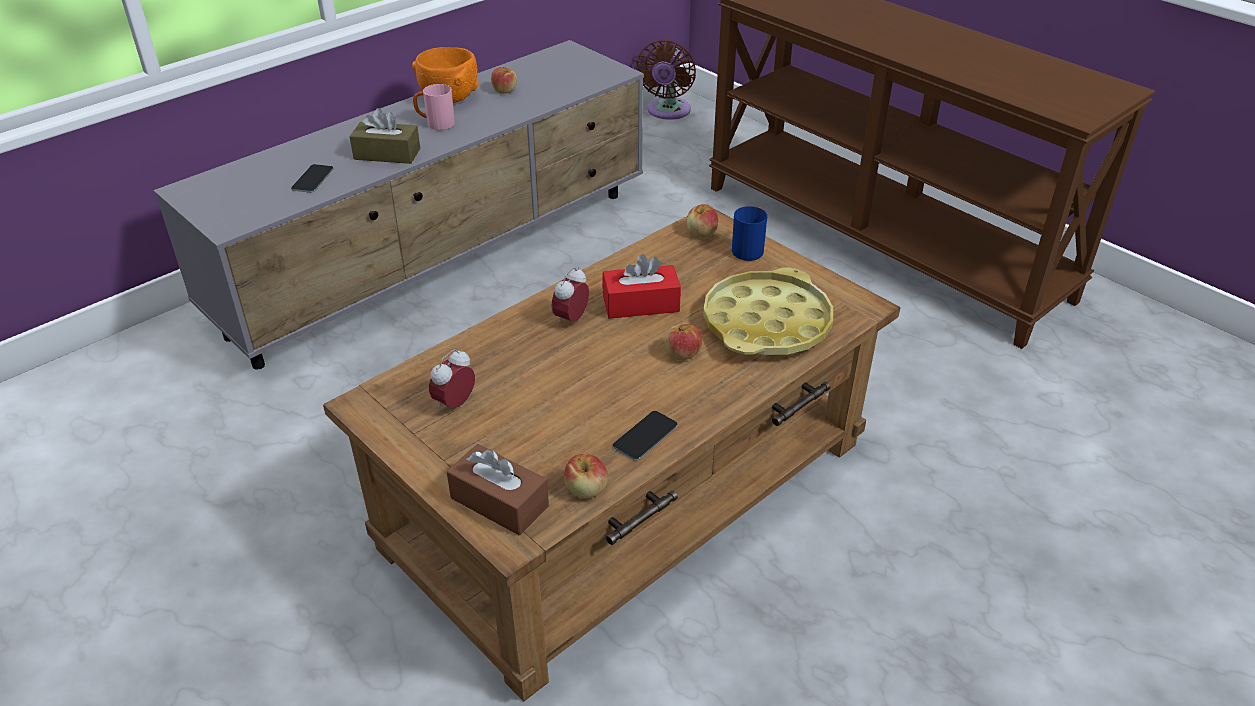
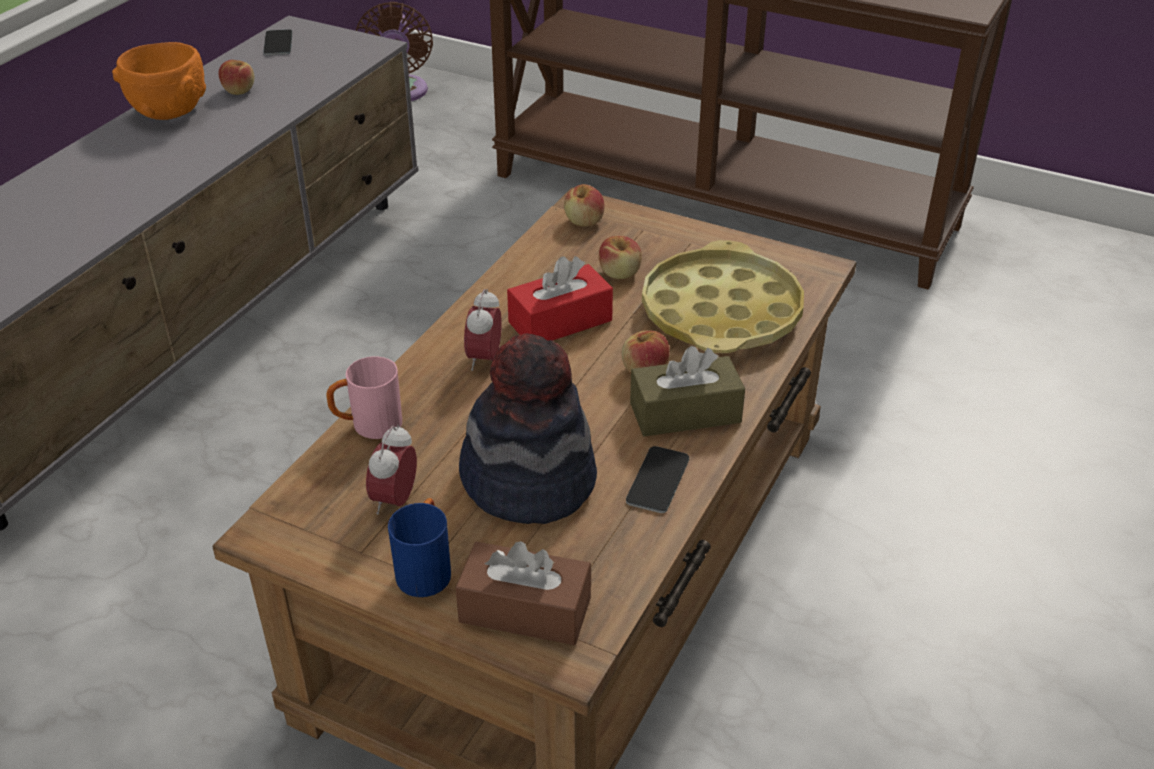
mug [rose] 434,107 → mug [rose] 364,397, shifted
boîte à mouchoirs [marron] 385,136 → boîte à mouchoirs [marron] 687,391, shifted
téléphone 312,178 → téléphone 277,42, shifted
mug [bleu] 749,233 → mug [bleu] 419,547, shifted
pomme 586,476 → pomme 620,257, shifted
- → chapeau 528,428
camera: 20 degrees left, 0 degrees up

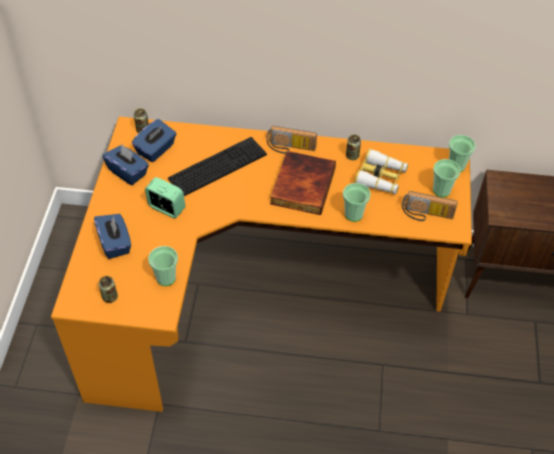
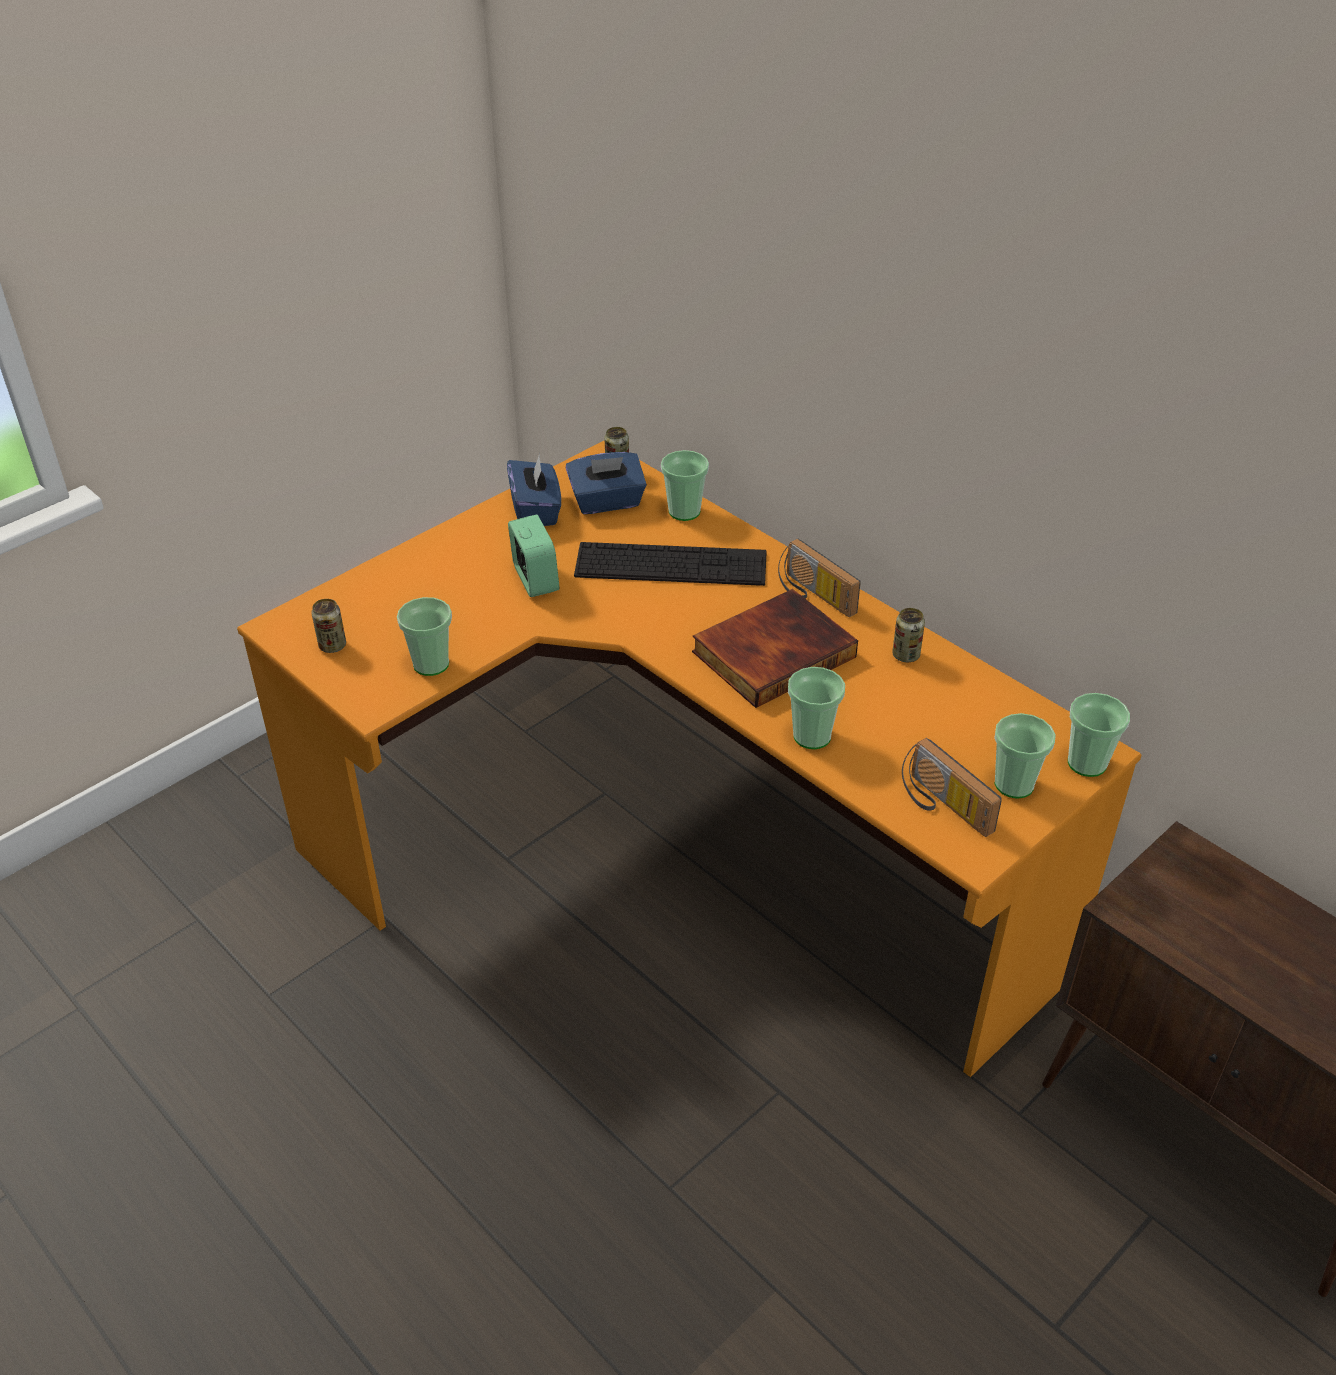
jumelles 381,171 → -
boîte à mouchoirs [bleu] 112,236 → -
- → tasse 685,485
camera: 40 degrees right, 10 degrees down

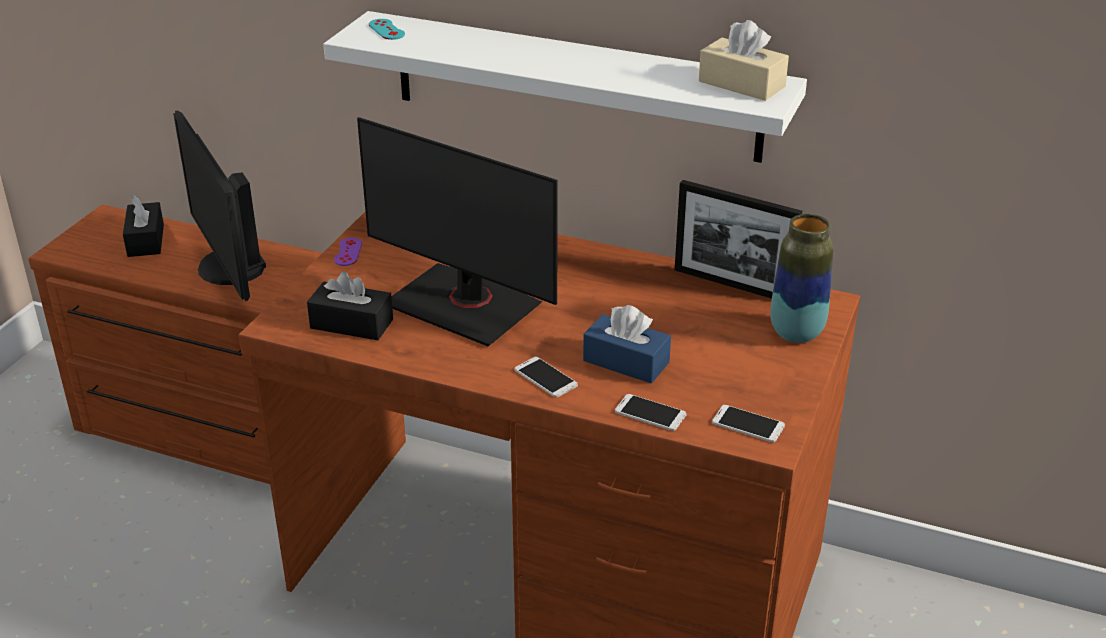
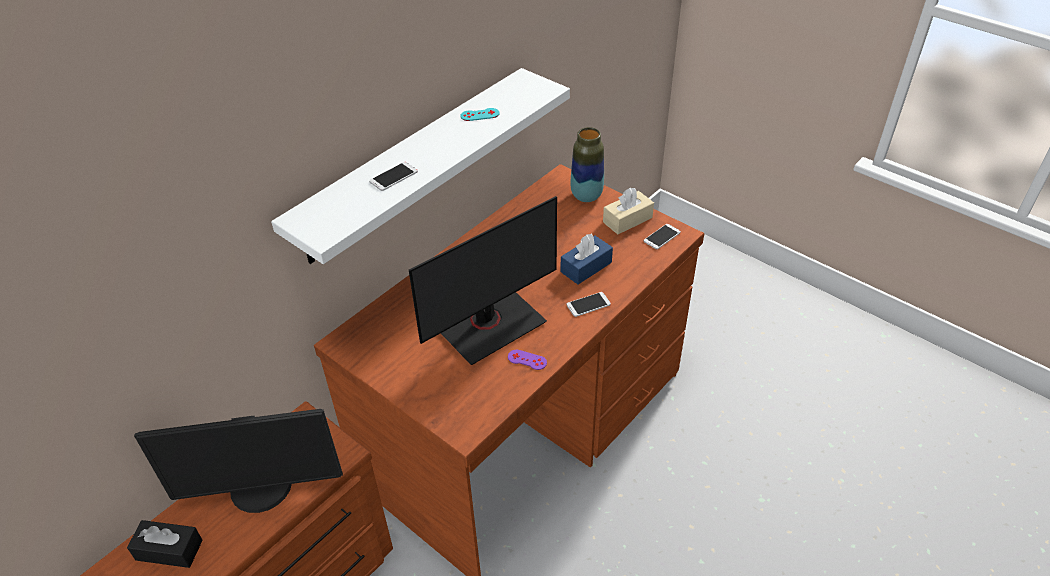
manette [turquoise] 387,29 → manette [turquoise] 480,114, shifted
boîte à mouchoirs [beige] 744,60 → boîte à mouchoirs [beige] 628,211, shifted
cadre photo 738,239 → -
manette [violet] 348,252 → manette [violet] 527,360, shifted
boîte à mouchoirs [noir] 350,306 → -
téléphone 651,412 → téléphone 393,176, shifted
camera: 70 degrees left, 10 degrees up

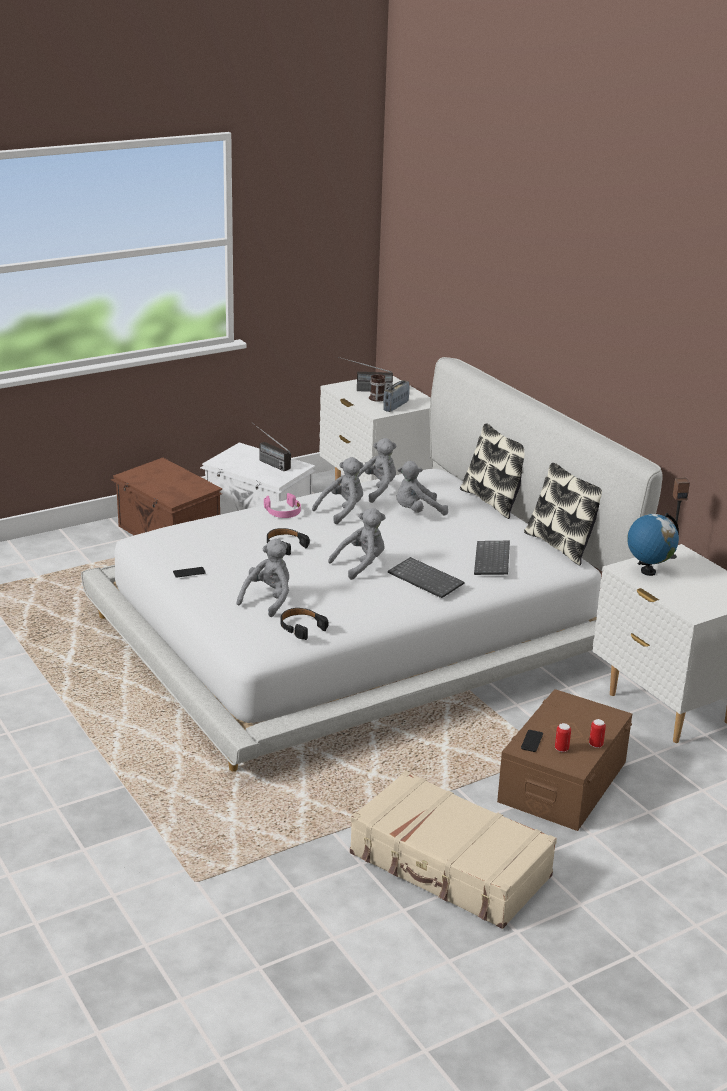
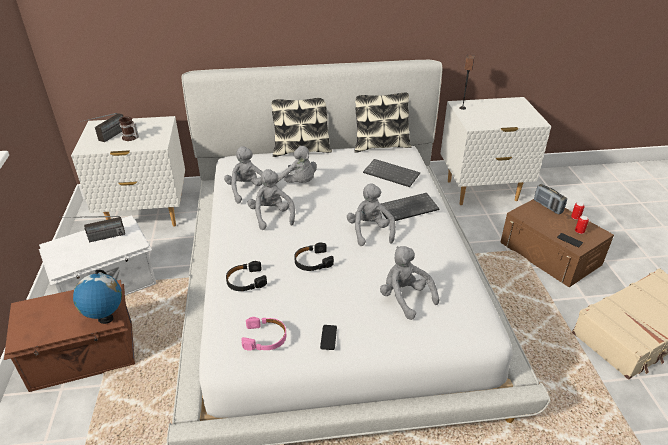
radio 396,396 → radio 550,199, shifted
peluche [gris] 422,488 → peluche [gris] 296,165, 60 degrees counterclockwise
casque audio [rose] 282,505 → casque audio [rose] 263,334, shifted
globe 653,544 → globe 97,297, shifted
casque audio [noir] 305,624 → casque audio [noir] 246,276, shifted
camera: 65 degrees left, 10 degrees up

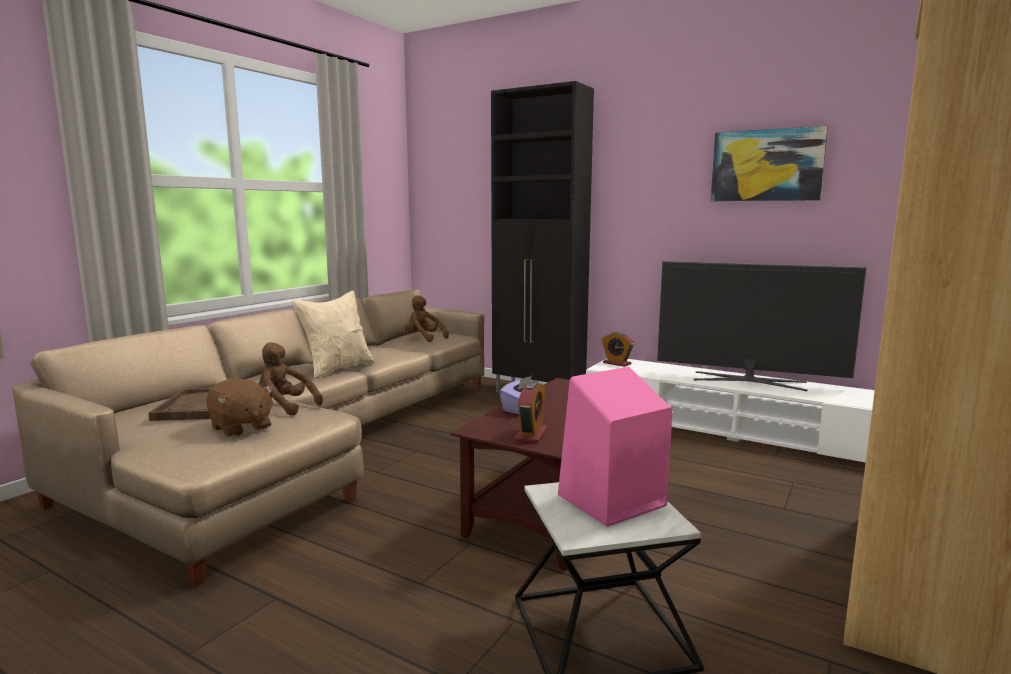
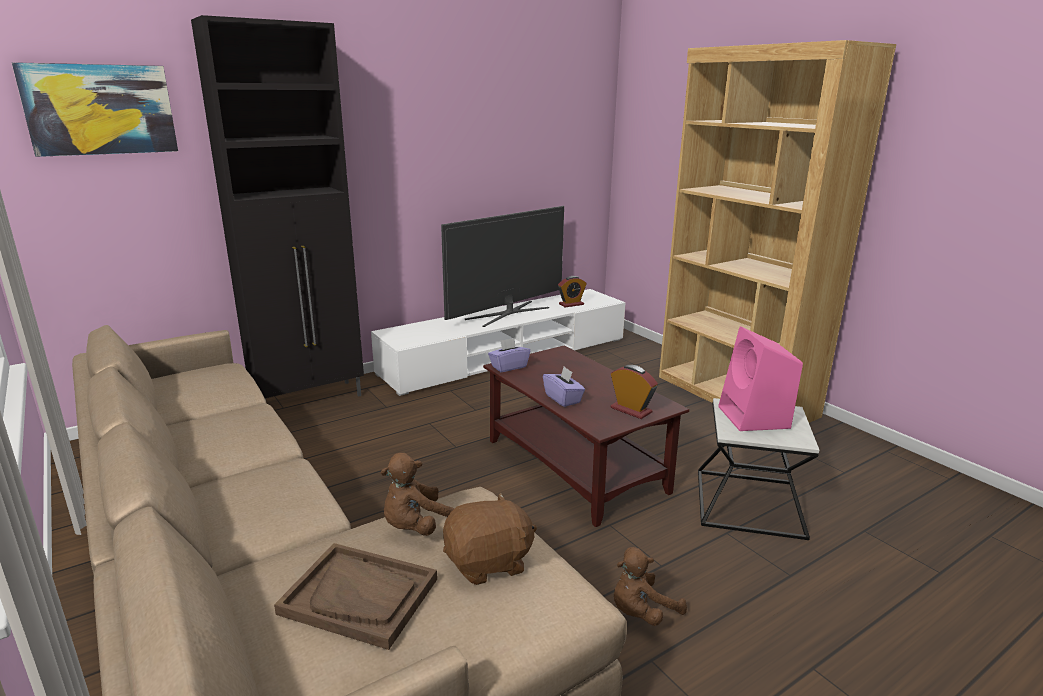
tableau 769,163 → tableau 95,109, shifted
coussin [beige] 333,335 → -
peluche [marron] 427,318 → peluche [marron] 650,586, shifted
réveil 618,349 → réveil 572,291, shifted
- → boîte à mouchoirs [violet] 509,355
camera: 65 degrees left, 10 degrees up

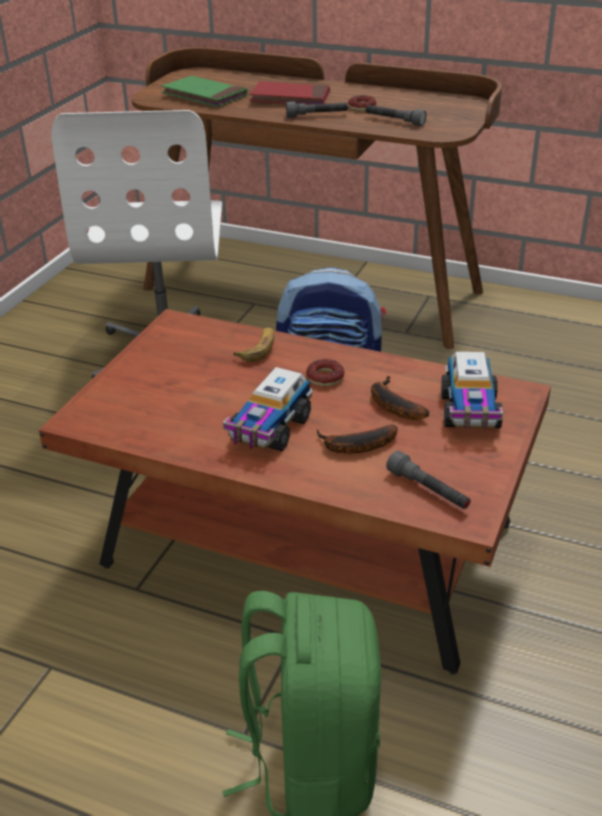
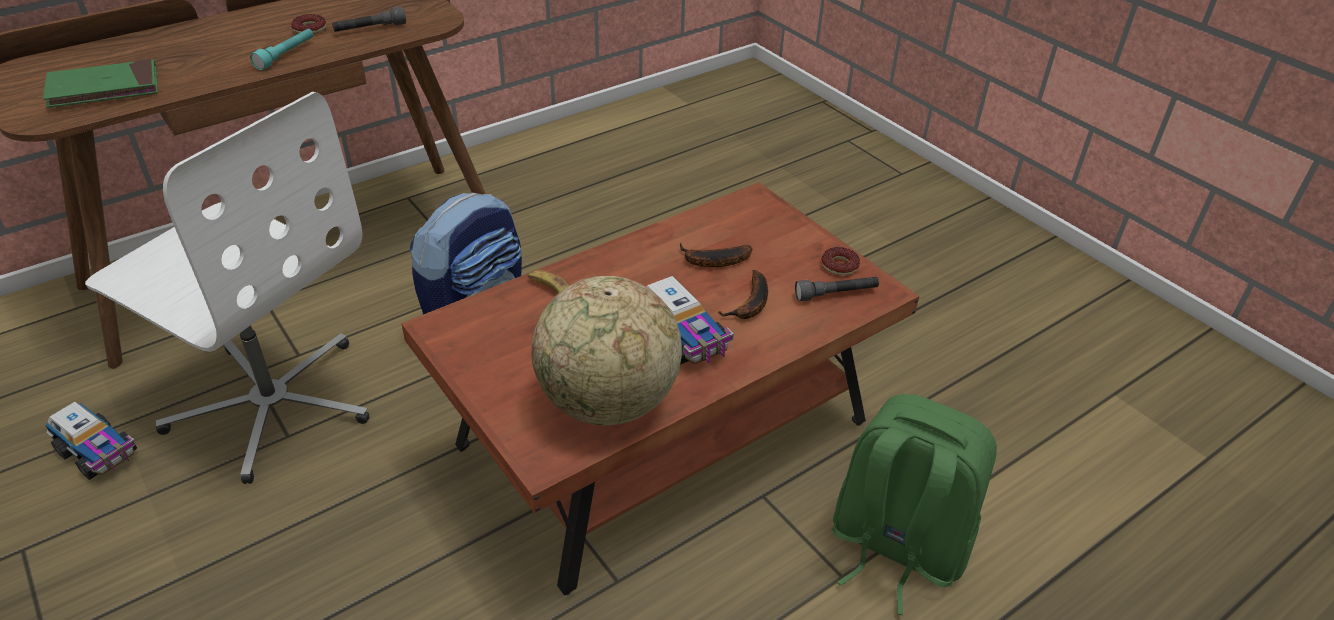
livre [rouge] 290,93 → -
lampe de poche [gris] 317,109 → lampe de poche [turquoise] 281,49
camion jouet 472,391 → camion jouet 91,441, shifted
beignet 325,372 → beignet 840,261, shifted
- → globe 606,350
camera: 60 degrees left, 5 degrees up

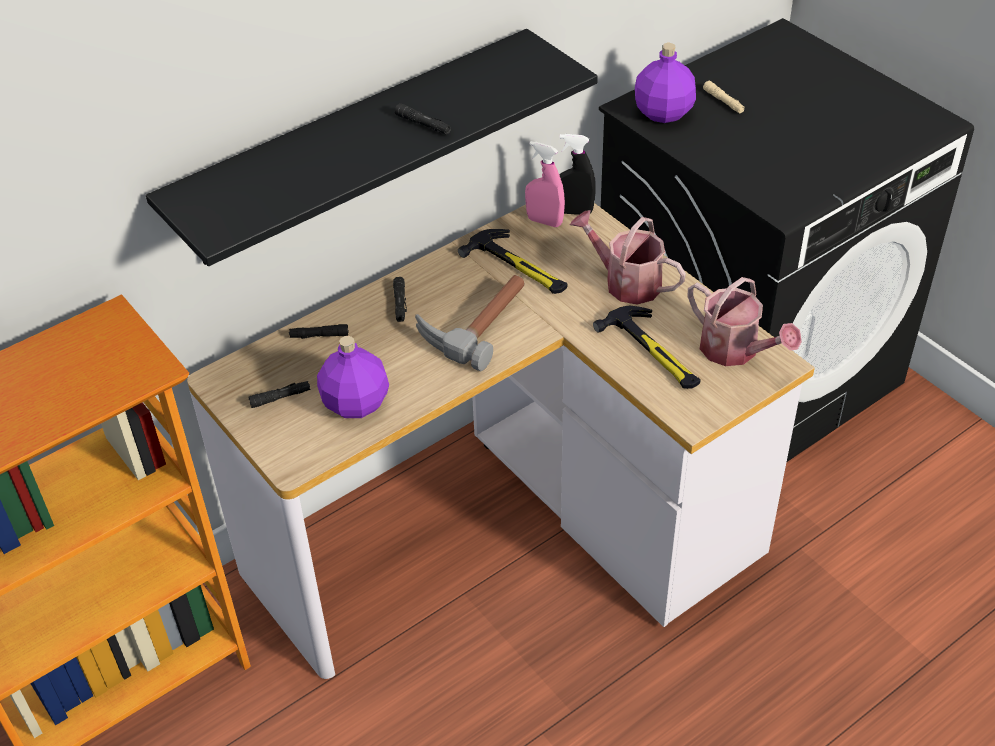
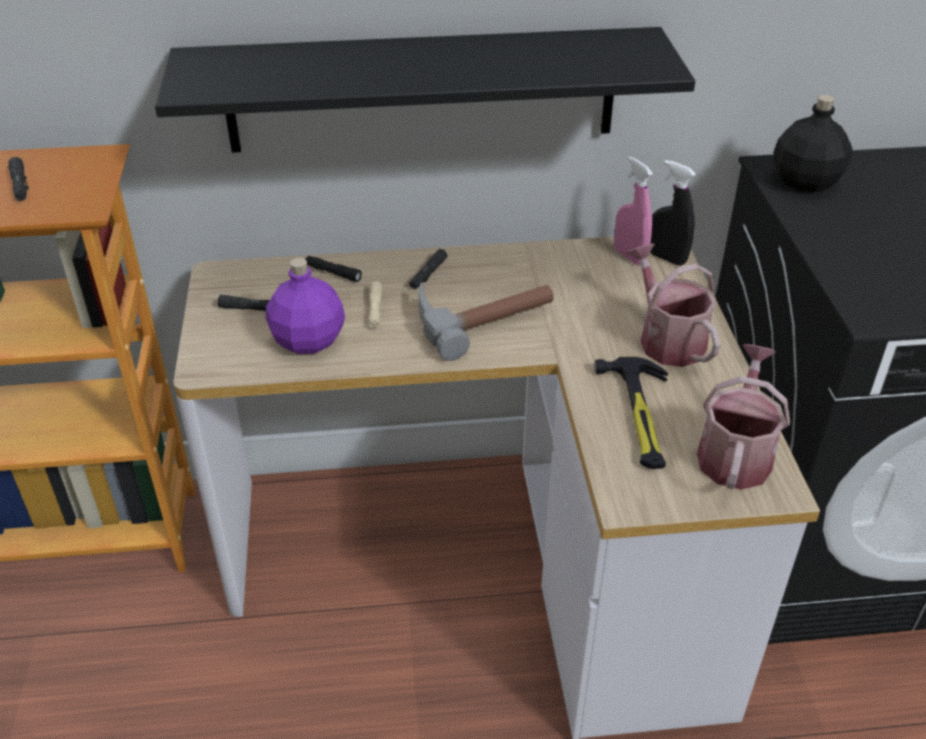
bouteille [violet] 665,83 → bouteille [noir] 813,144
lampe de poche [beige] 724,97 → lampe de poche [beige] 375,304, shifted
lampe de poche [noir] 423,119 → lampe de poche [noir] 18,179, shifted
marteau 512,261 → -
arrosoir 745,321 → arrosoir 743,417, 150 degrees counterclockwise
camera: 30 degrees right, 5 degrees down

